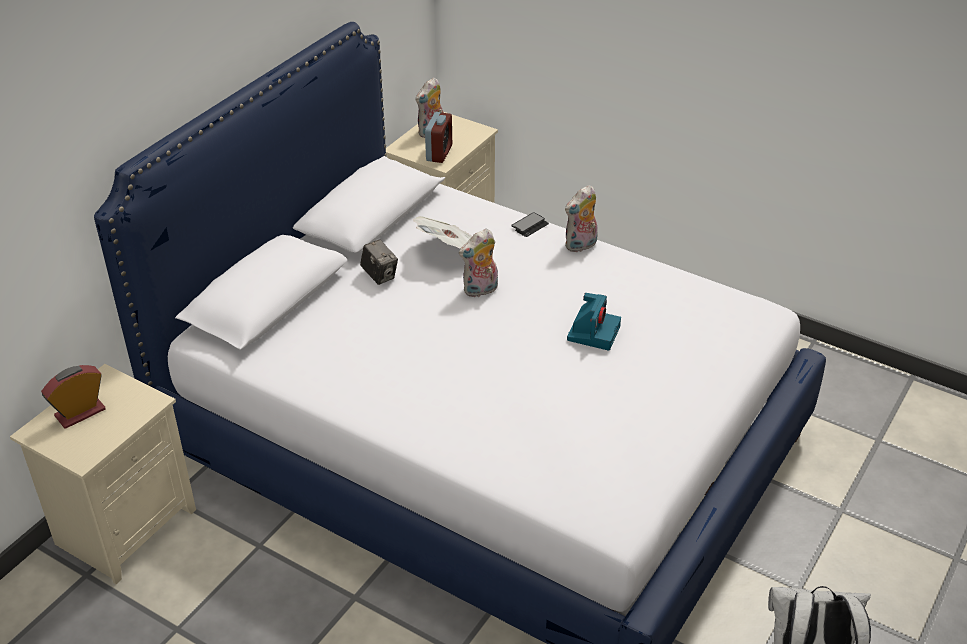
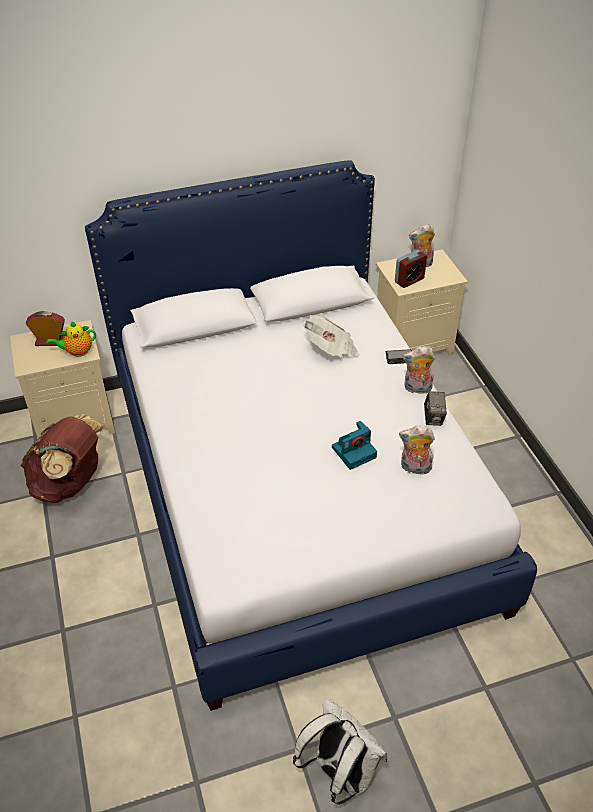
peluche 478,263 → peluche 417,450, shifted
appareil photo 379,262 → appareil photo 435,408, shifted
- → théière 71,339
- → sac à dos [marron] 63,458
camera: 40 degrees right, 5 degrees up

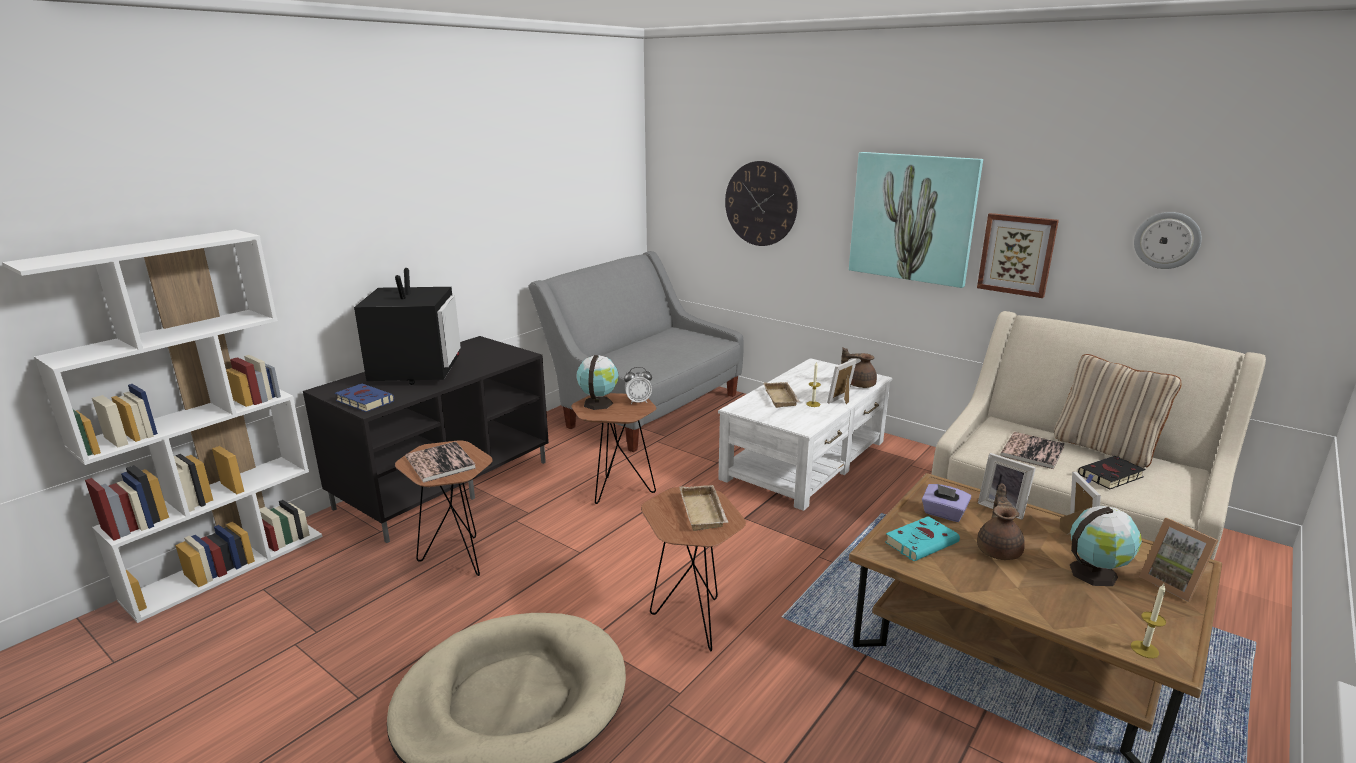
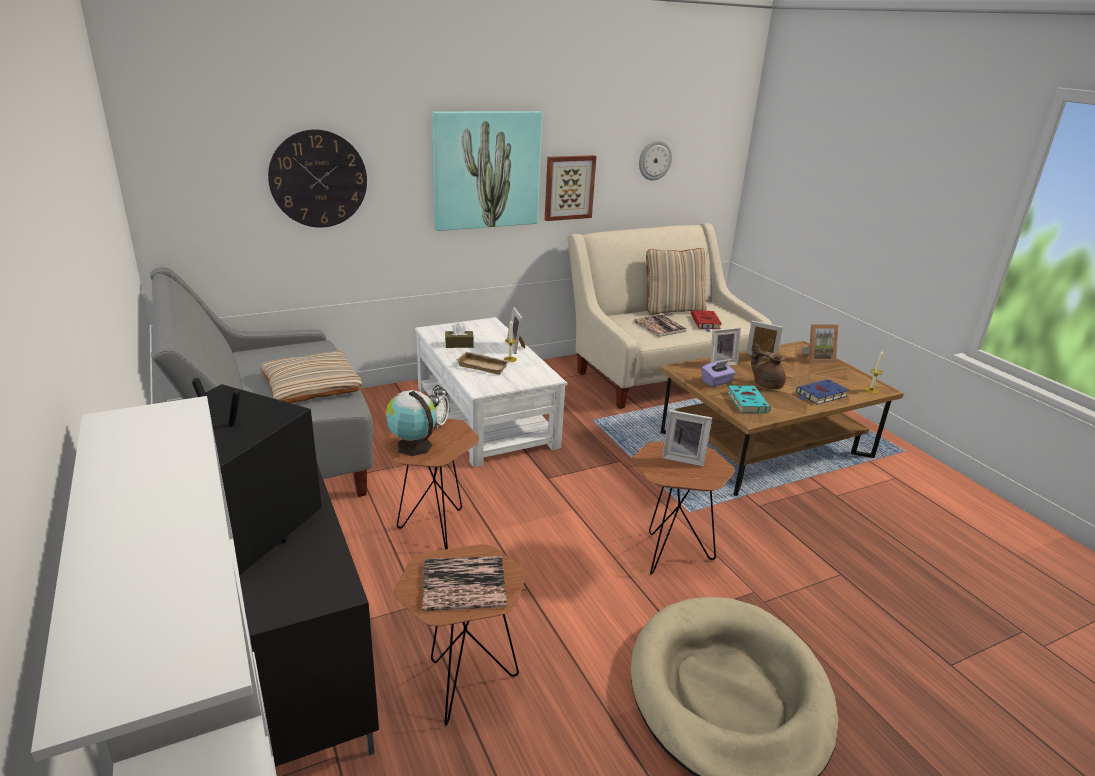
théière [marron] 859,367 → -
livre [bleu] 364,397 → livre [bleu] 822,392, shifted
livre [noir] 1112,472 → livre [rouge] 706,321
plateau [beige] 703,508 → cadre photo 687,438
globe 1106,546 → -
- → boîte à mouchoirs [marron] 459,335
- → coussin [beige] 311,376
camera: 65 degrees left, 5 degrees up

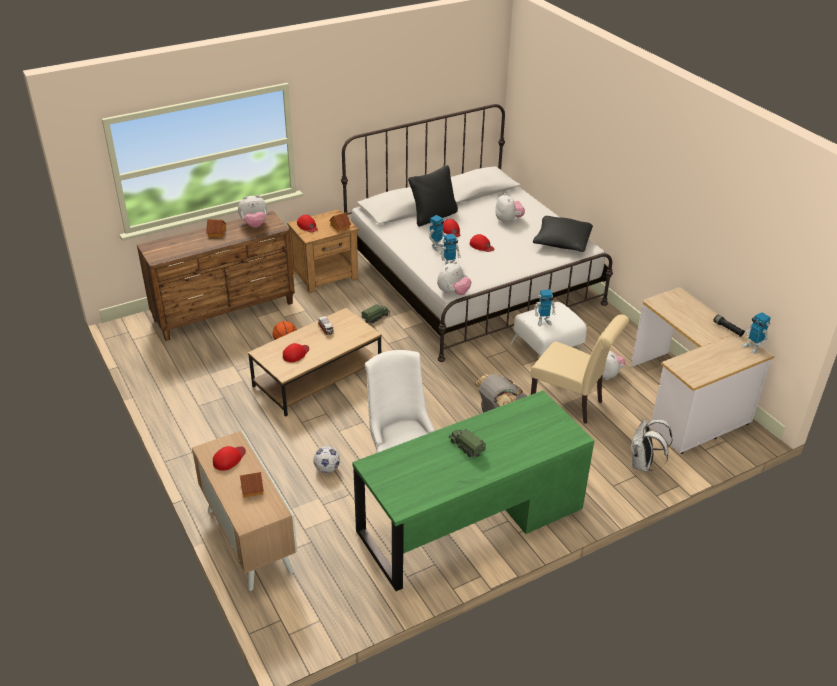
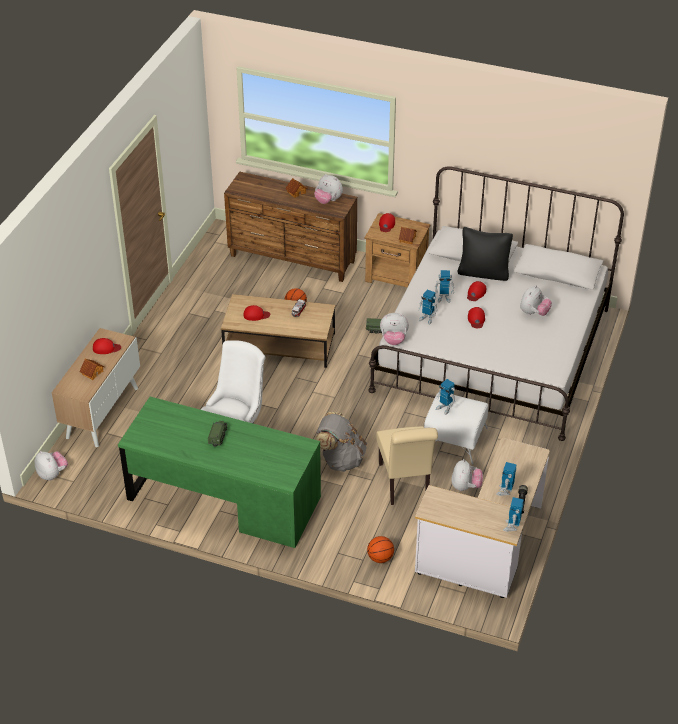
coussin [noir] 563,234 → -
sac à dos [blanc] 651,445 → ballon de basket 380,549
ballon de foot 326,459 → -
- → peluche 51,466
- → robot jouet 506,479
camera: 50 degrees right, 5 degrees up

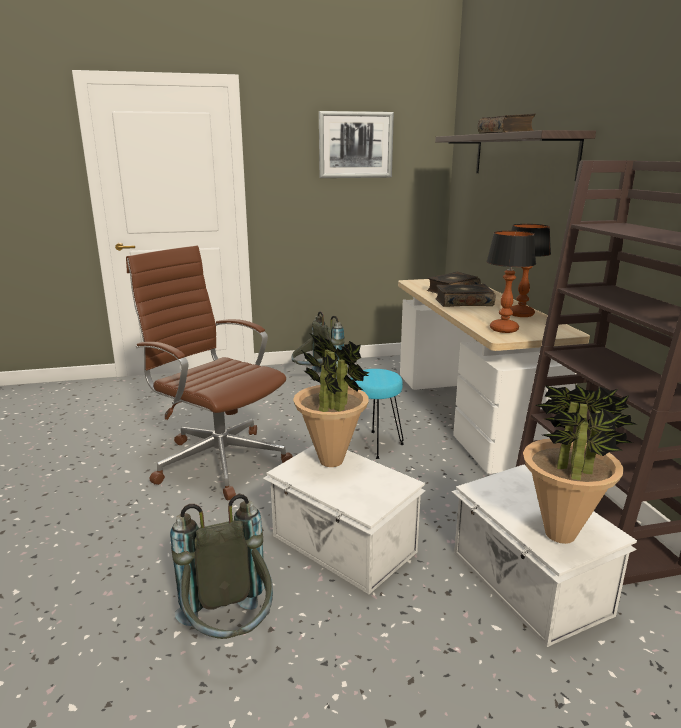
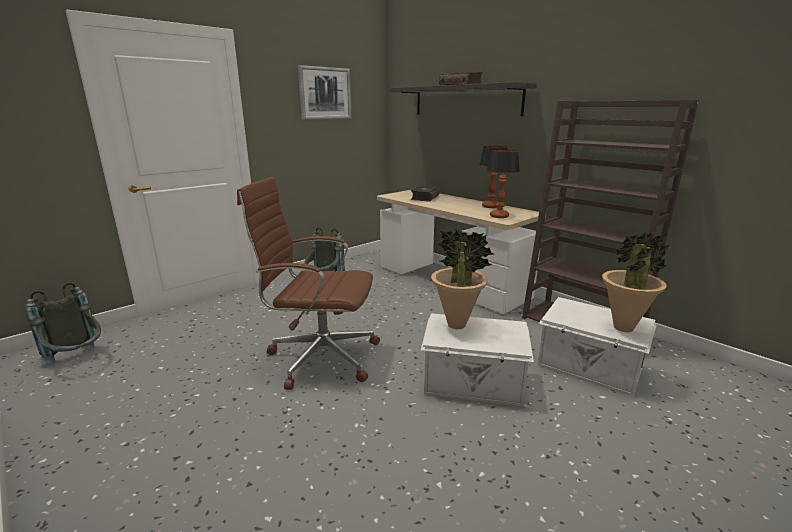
livre 465,295 → -
tabouret [turquoise] 377,414 → -
sac à dos [gris] 221,566 → sac à dos [gris] 63,323, shifted
camera: 30 degrees left, 0 degrees up

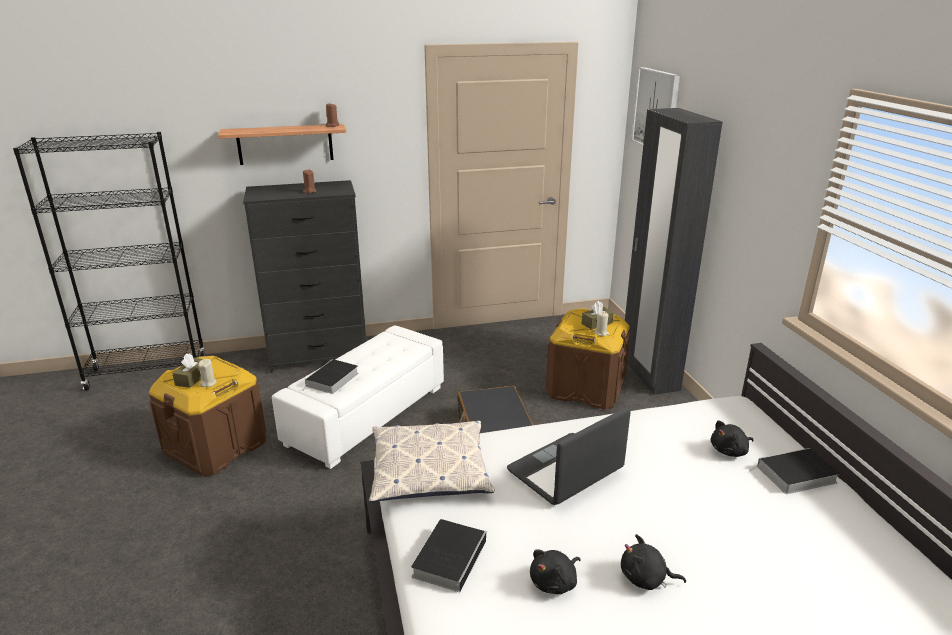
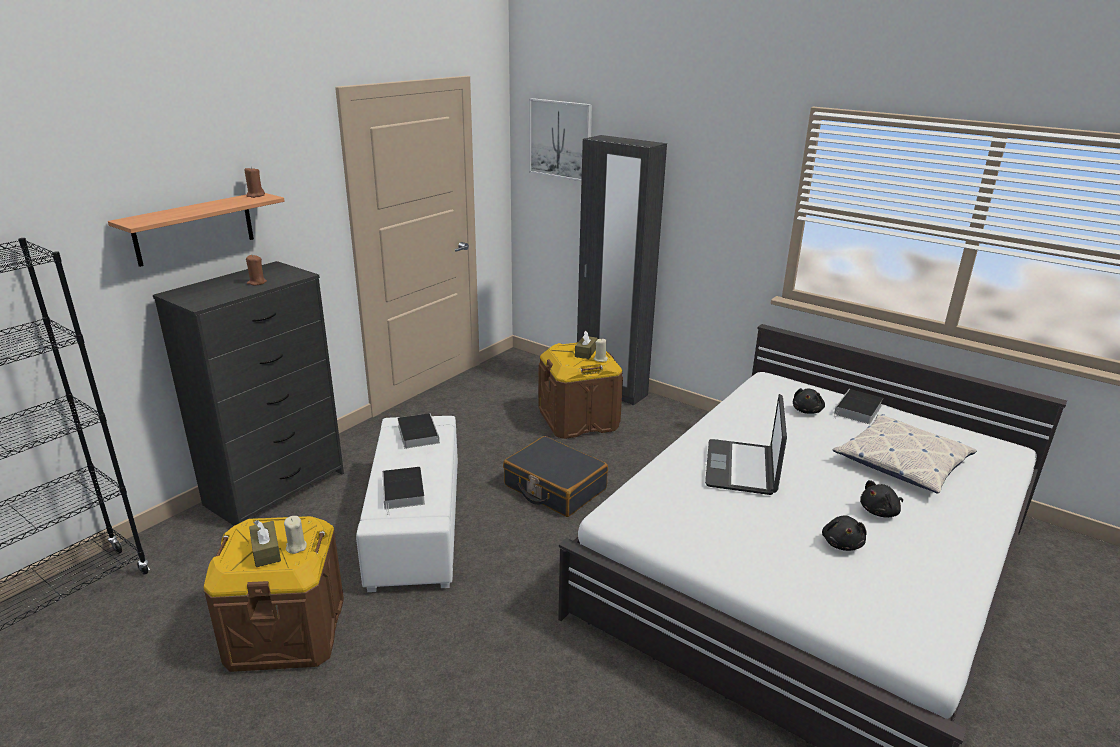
coussin 431,461 → coussin 905,454, shifted
livre 449,555 → livre 418,431, shifted
camera: 40 degrees left, 0 degrees up

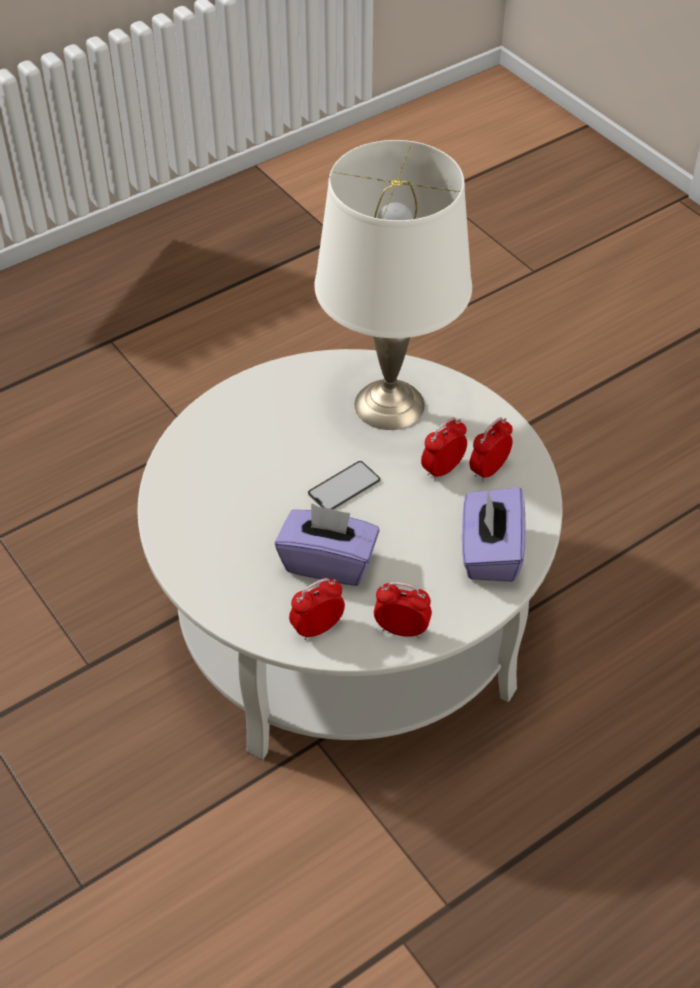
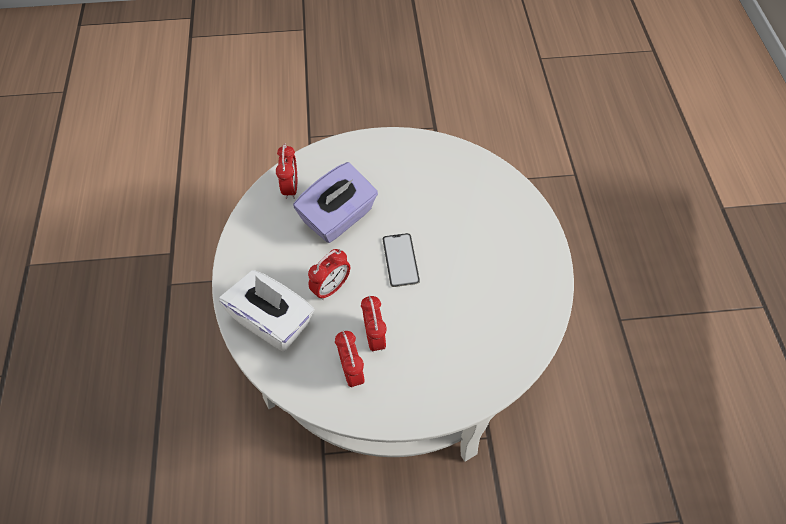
lampe de table [blanc] 393,285 → -
boîte à mouchoirs [violet] 493,534 → boîte à mouchoirs [blanc] 266,311
réveil 403,610 → réveil 329,274, shifted
camera: 120 degrees right, 10 degrees up

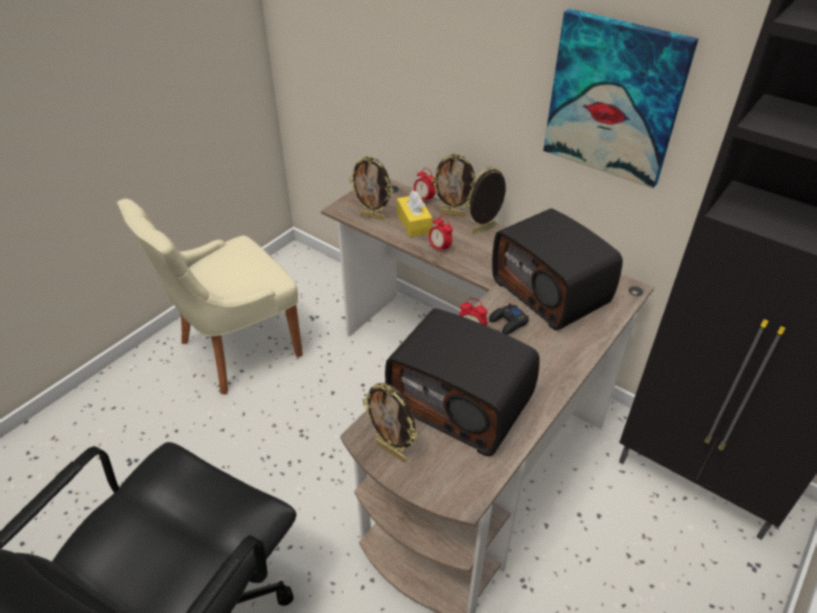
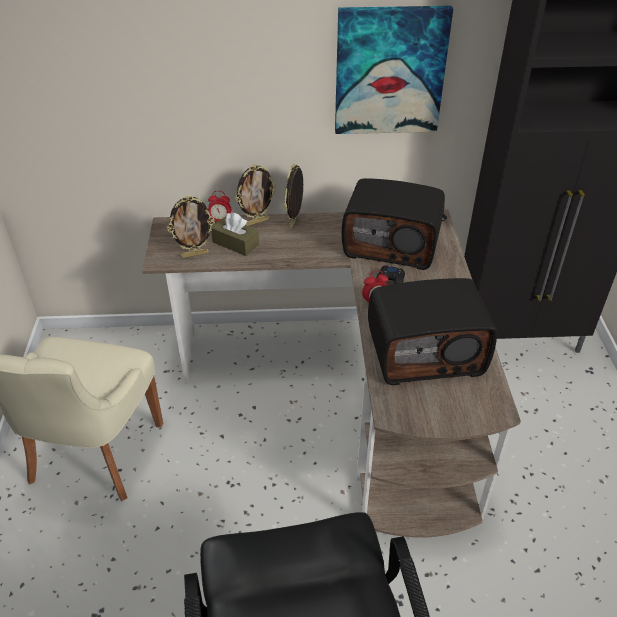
boîte à mouchoirs [jaune] 414,213 → boîte à mouchoirs [marron] 235,234
réveil 441,235 → -
cadre photo 389,422 → -
camera: 40 degrees left, 0 degrees up

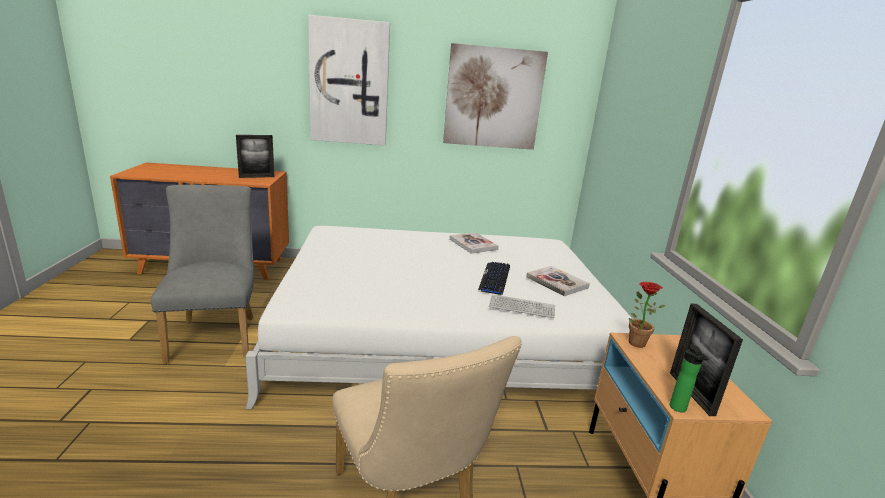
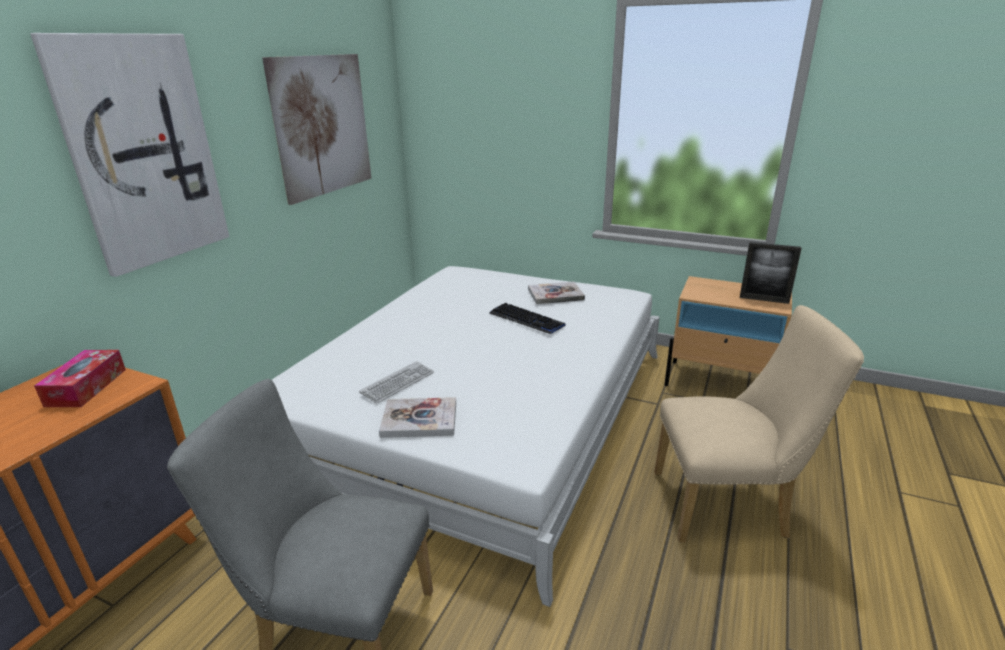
cadre photo 255,156 → boîte à mouchoirs 80,378
livre 474,243 → livre 417,417, shifted
plante en pot 647,315 → -
clavier 522,306 → clavier 396,382, shifted
bouteille 689,378 → -
camera: 60 degrees left, 5 degrees up

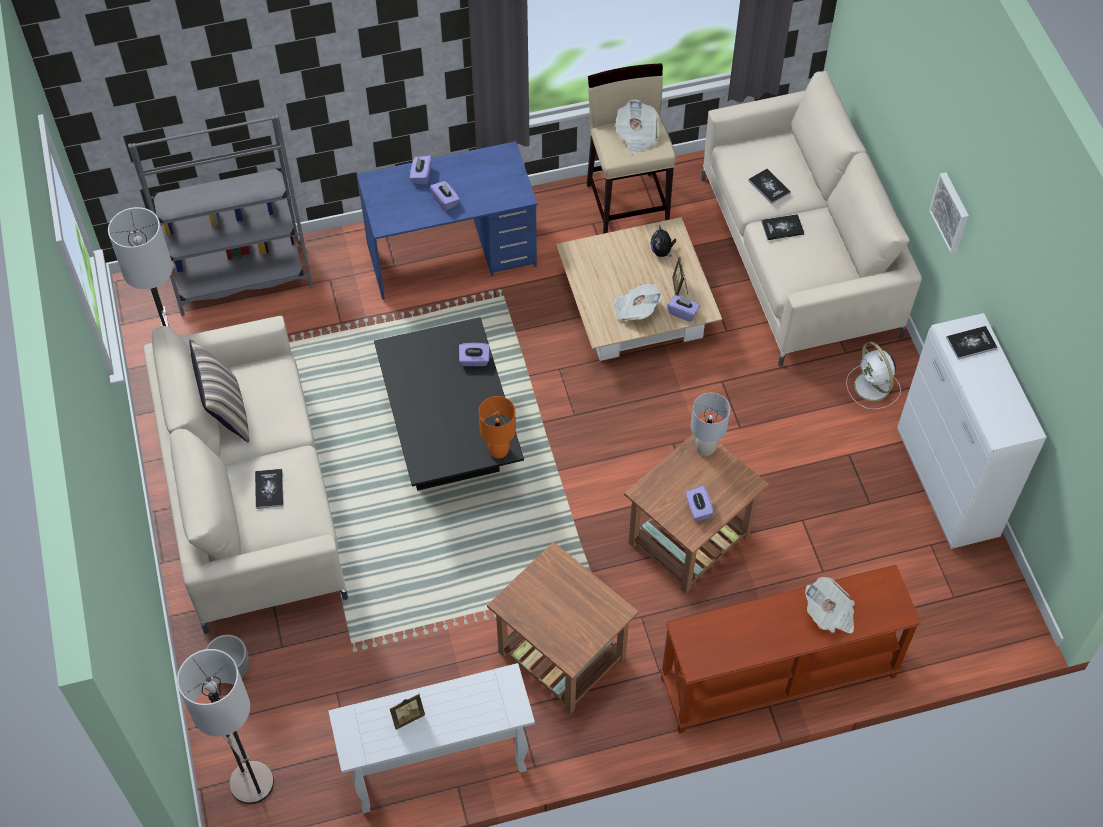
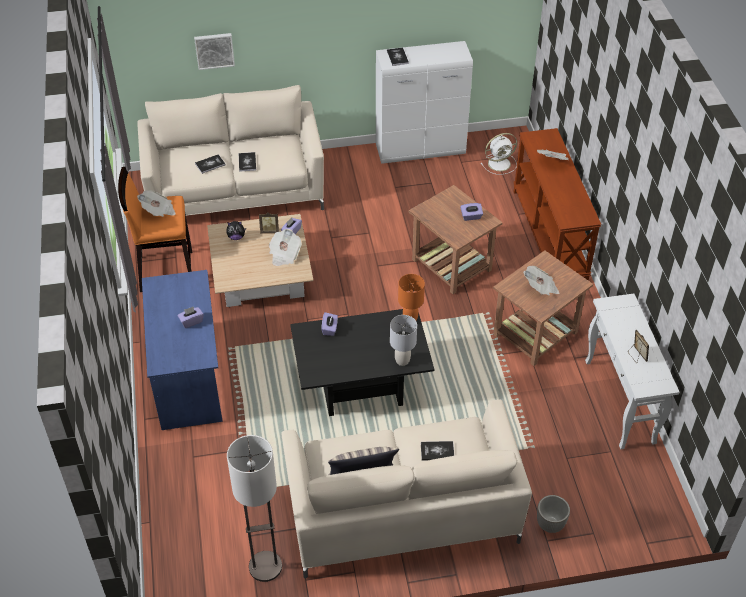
tabouret [beige] 631,148 → tabouret [orange] 155,229
bibliothèque [gris] 221,215 → -
boîte à mouchoirs [violet] 421,170 → -
tableau 949,212 → tableau 214,51, shifted
ventilateur [blanc] 873,375 → ventilateur [blanc] 499,154, shifted
lampe de table [gris] 710,424 → lampe de table [gris] 403,340, shifted
lampadaire 225,726 → -
- → journal 541,280
camera: 85 degrees left, 10 degrees down

